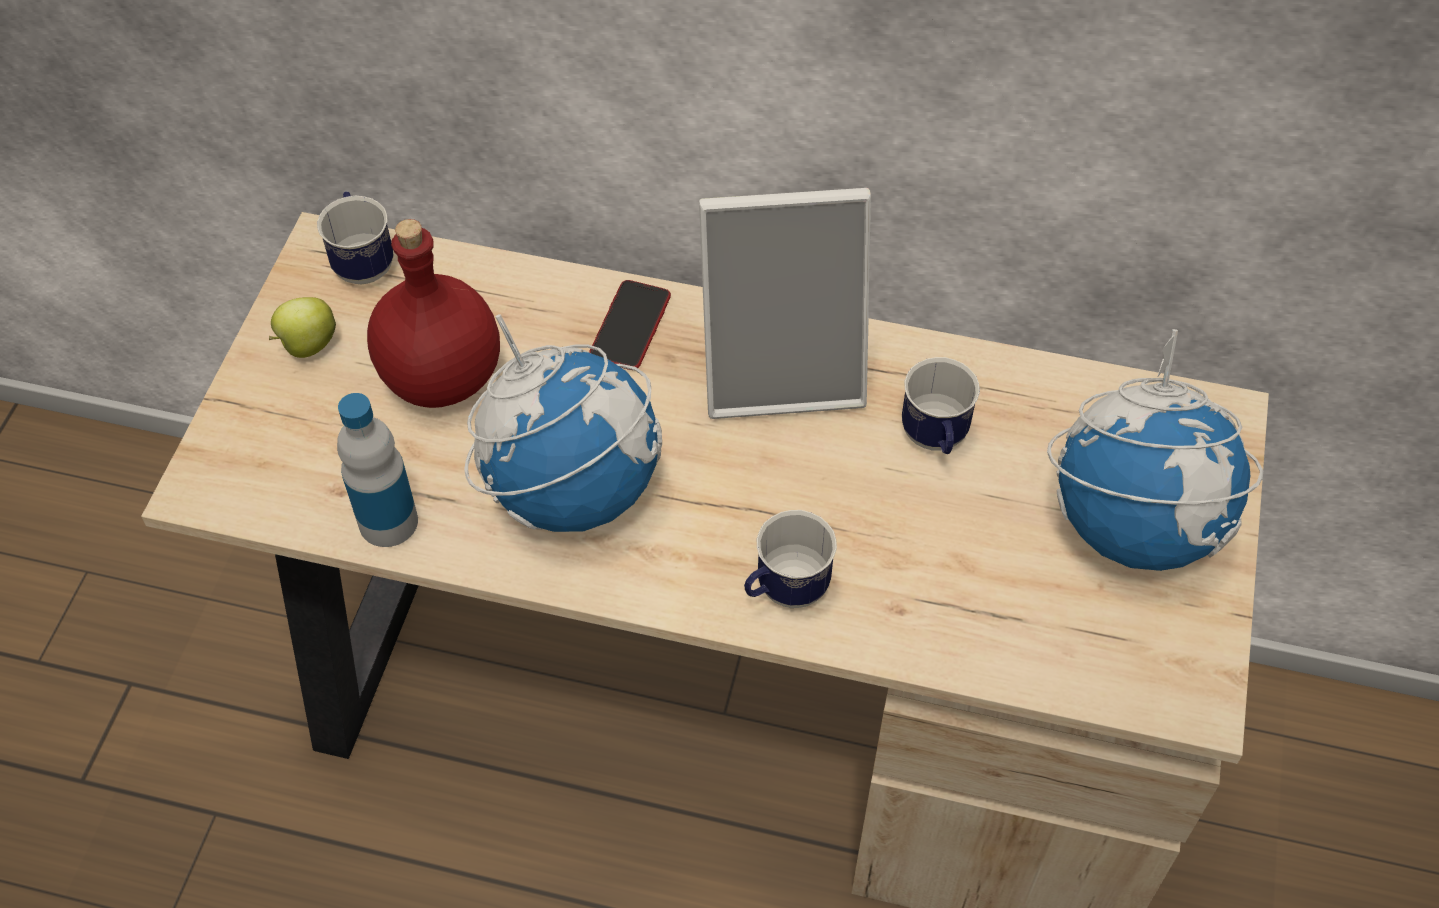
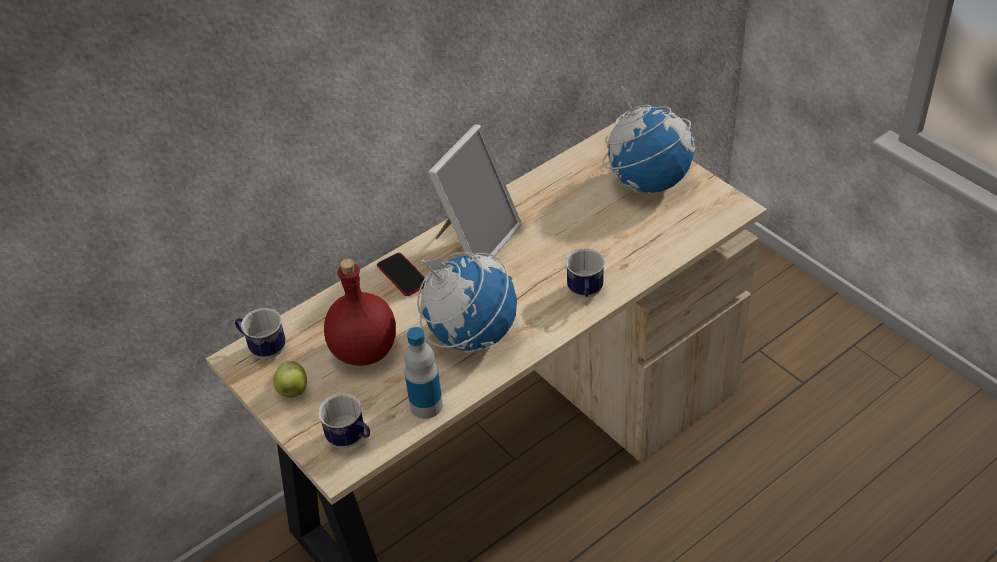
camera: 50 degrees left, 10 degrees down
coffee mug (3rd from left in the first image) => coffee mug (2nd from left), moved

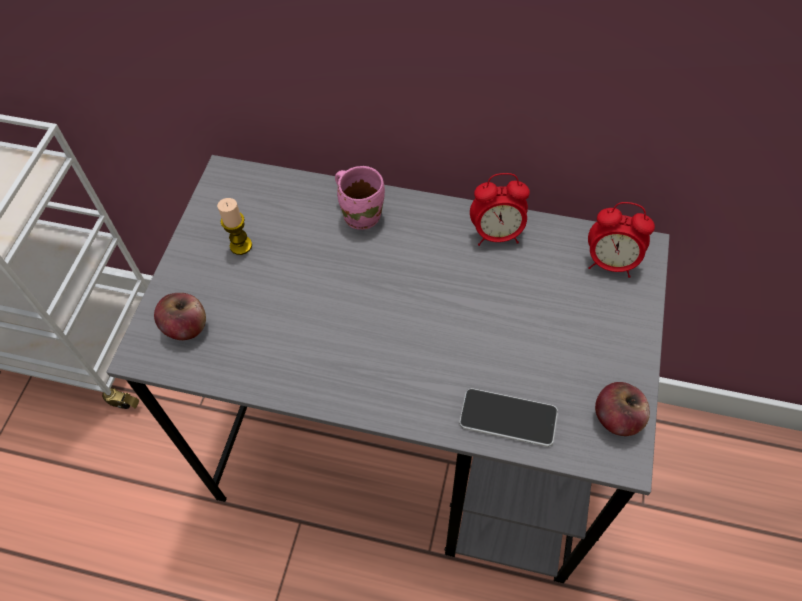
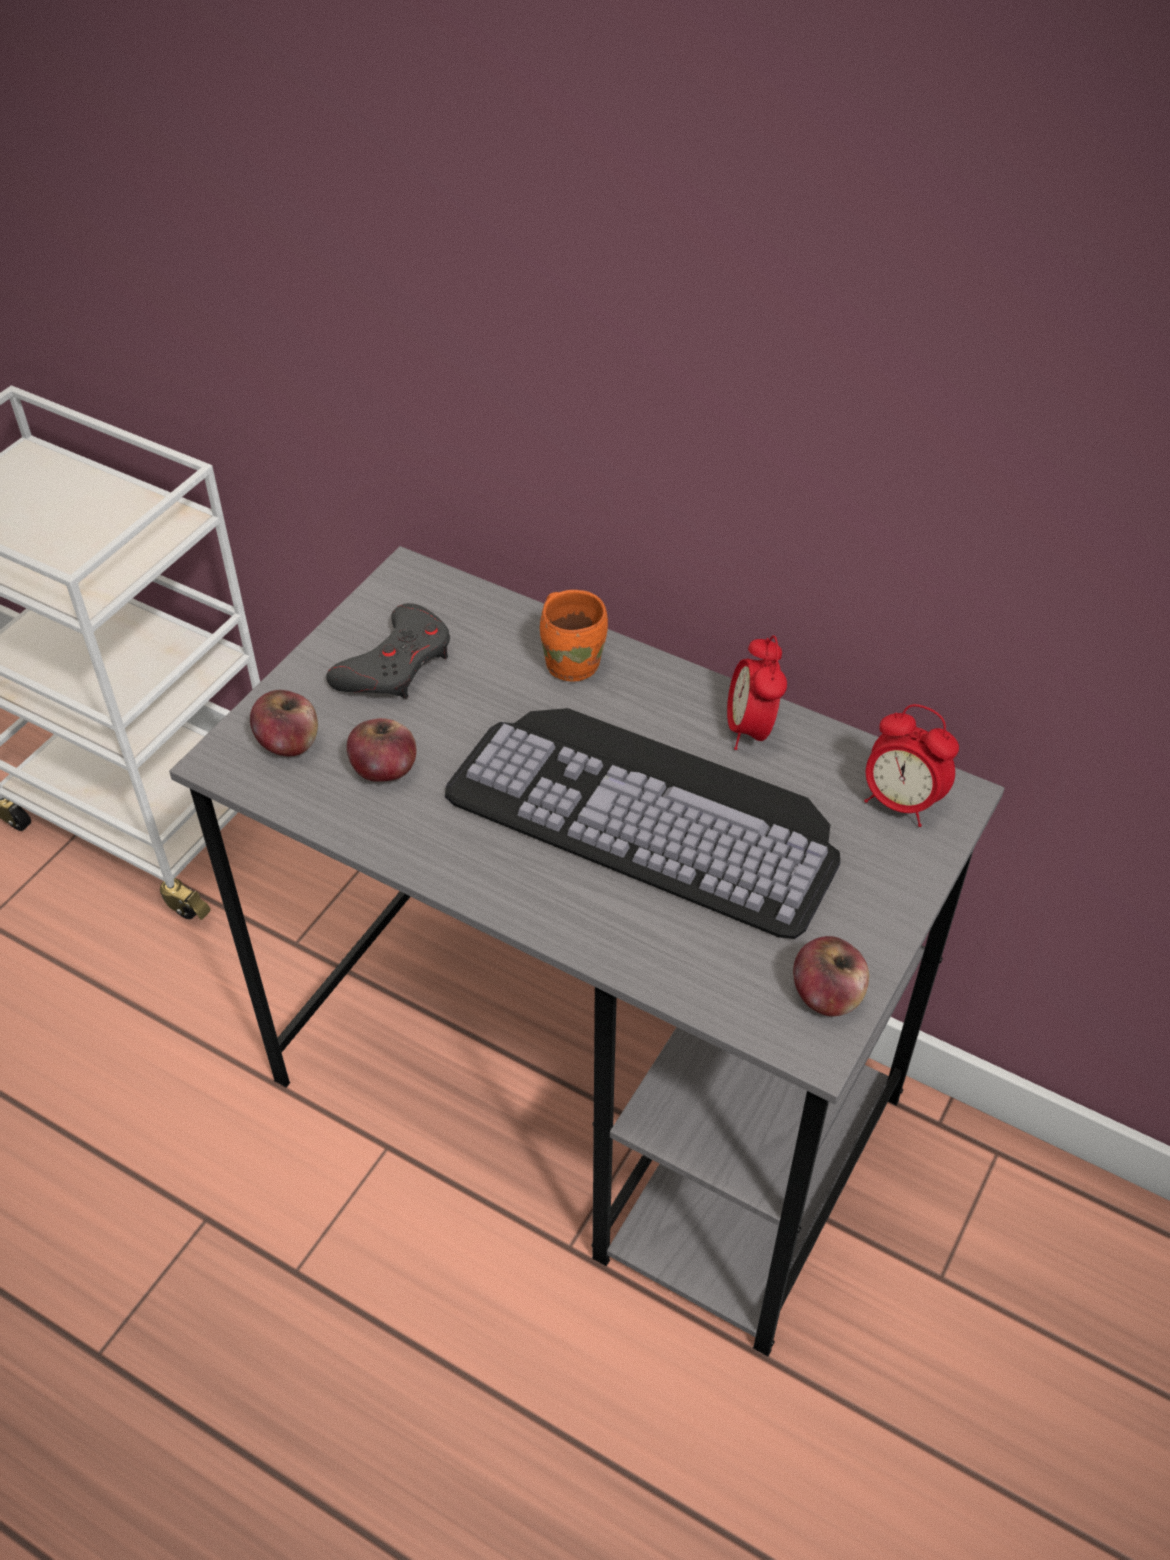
camera: 15 degrees right, 10 degrees down
wax candle => greyish gamepad
nothing => apple (2nd from left)
nothing => PC keyboard
pink-coloured coffee mug => orangey coffee mug
alarm clock (1st from left), 75 degrees clockwise
phone => nothing

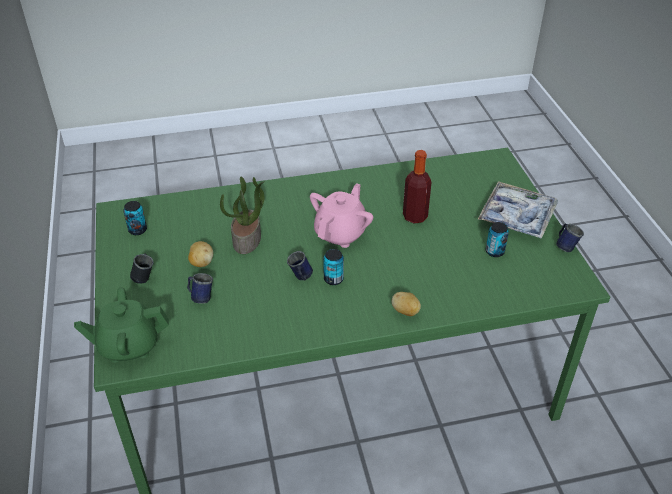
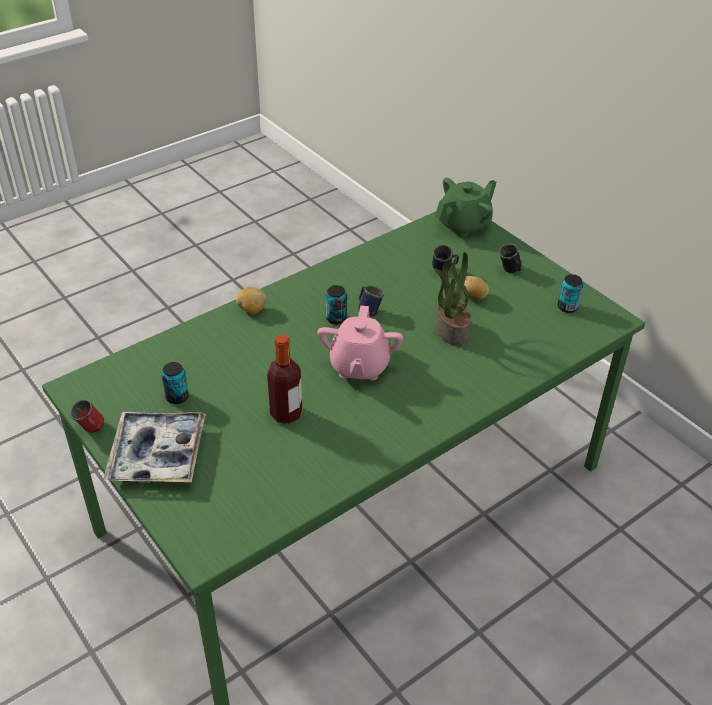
camera: 155 degrees right, 0 degrees up
blue coffee mug (3rd from left) => red-coloured coffee mug

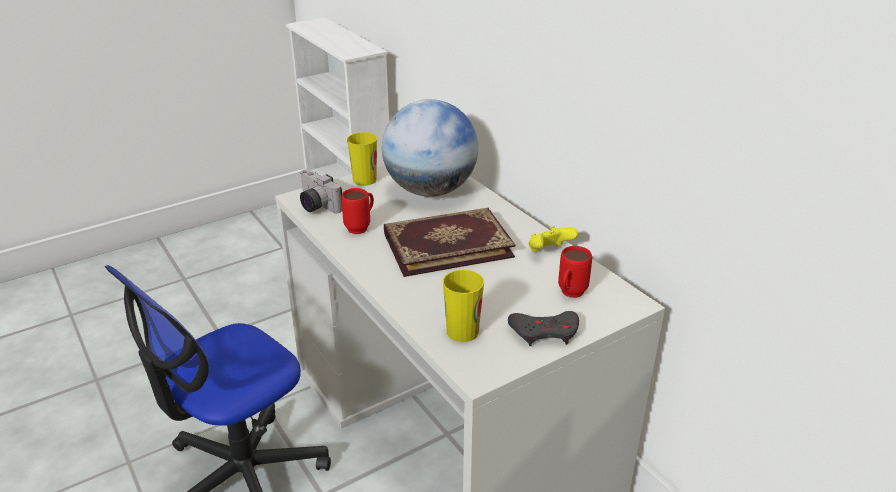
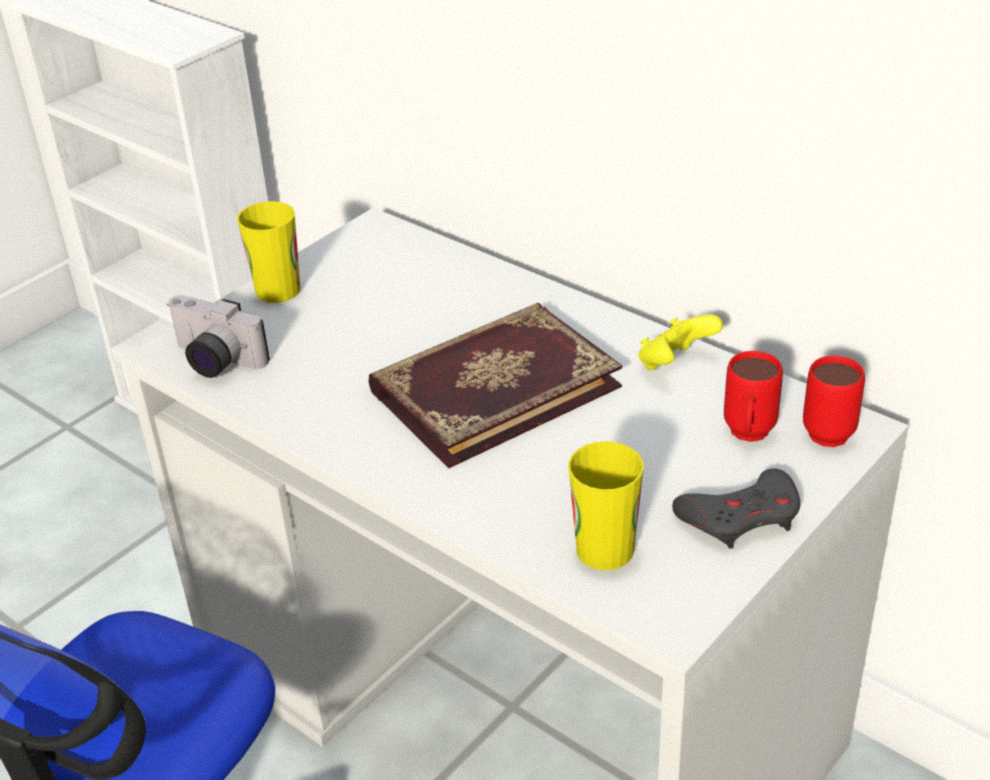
camera: 15 degrees left, 5 degrees up
red-coloured coffee mug (1st from left in the first image) => red-coloured coffee mug (2nd from left), moved
world globe => nothing

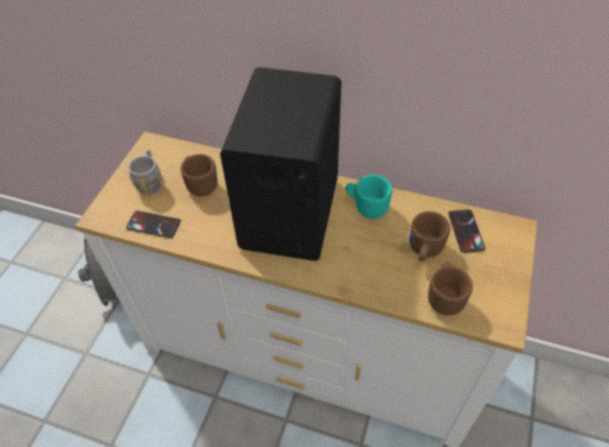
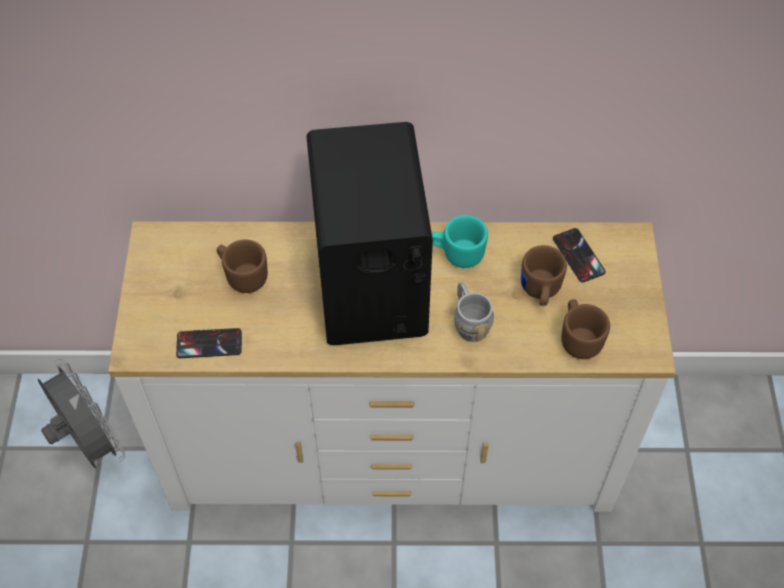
camera: 20 degrees left, 5 degrees up
greyish coffee mug, moved

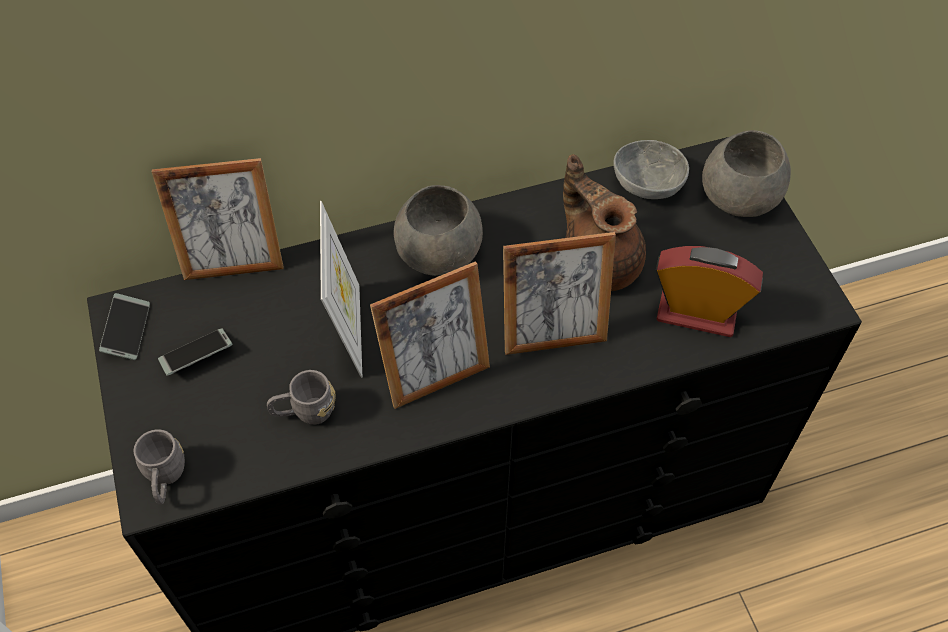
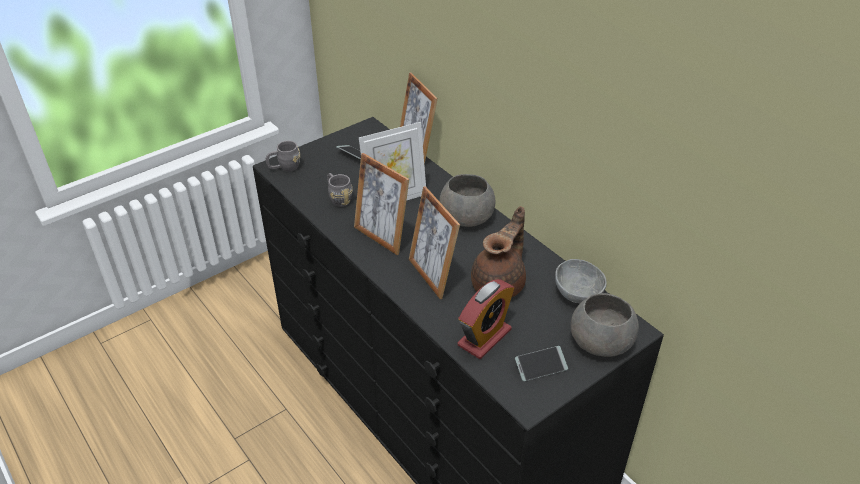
camera: 70 degrees right, 15 degrees down
alarm clock, 45 degrees clockwise
phone (1st from left in the first image) => phone (2nd from left), moved

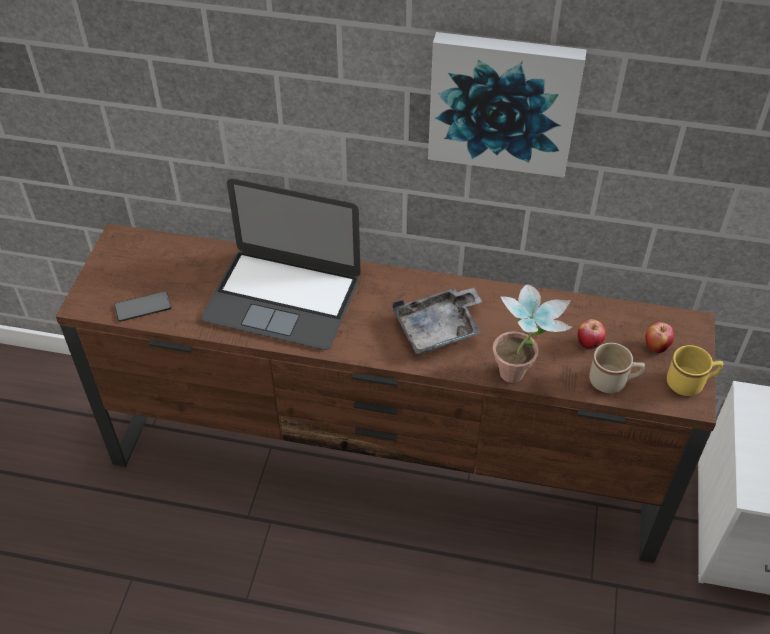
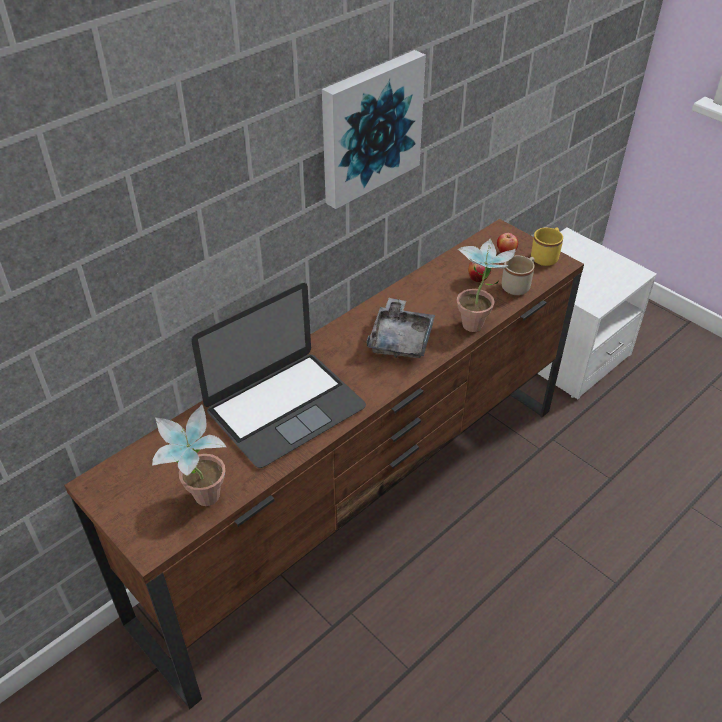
camera: 55 degrees left, 5 degrees down
phone => houseplant (1st from left)

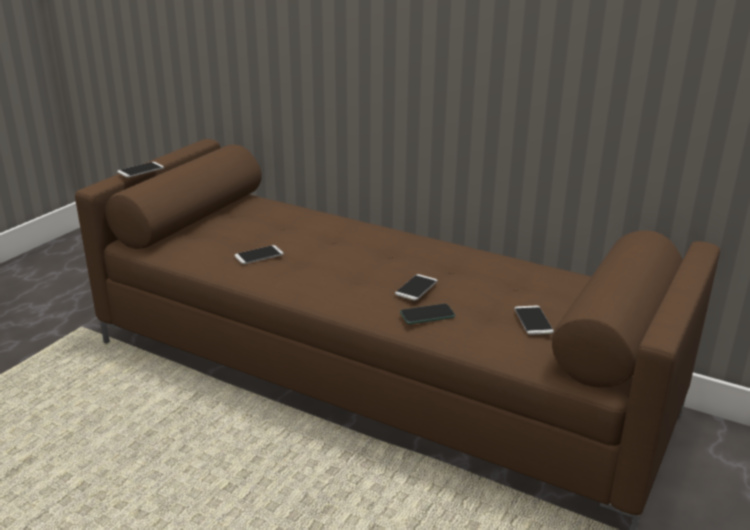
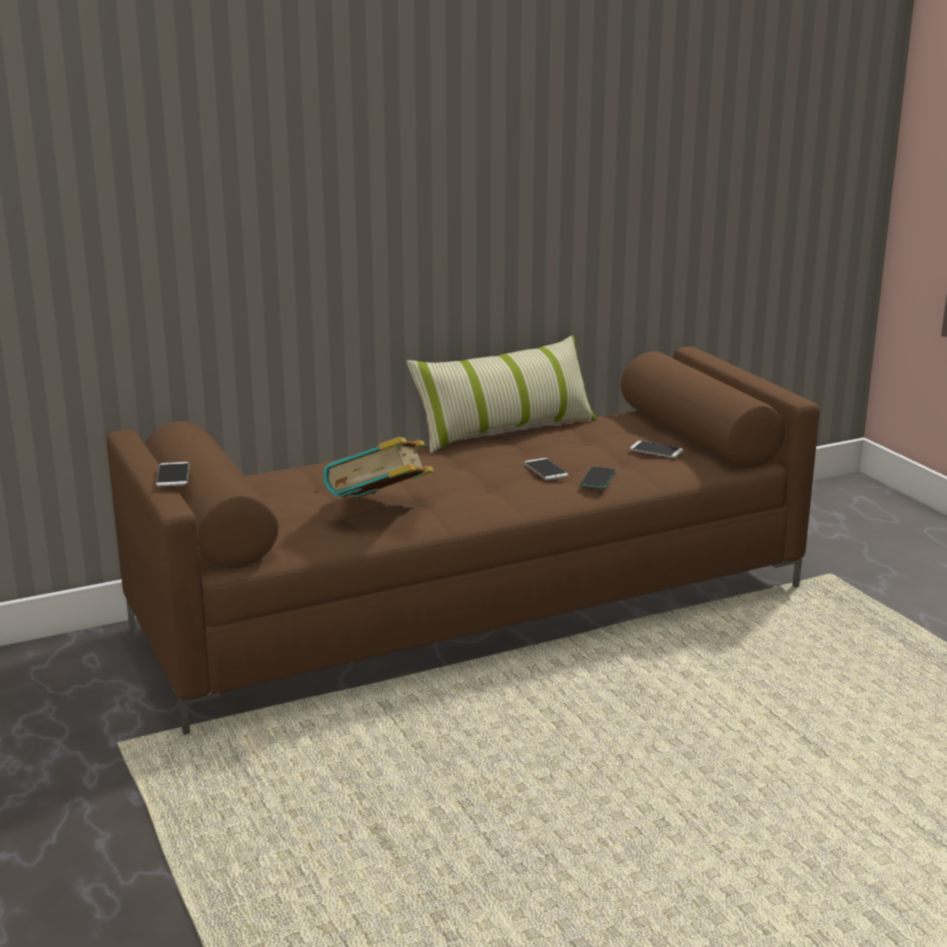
camera: 55 degrees left, 5 degrees down
phone (2nd from left) => bound book
nothing => pillow

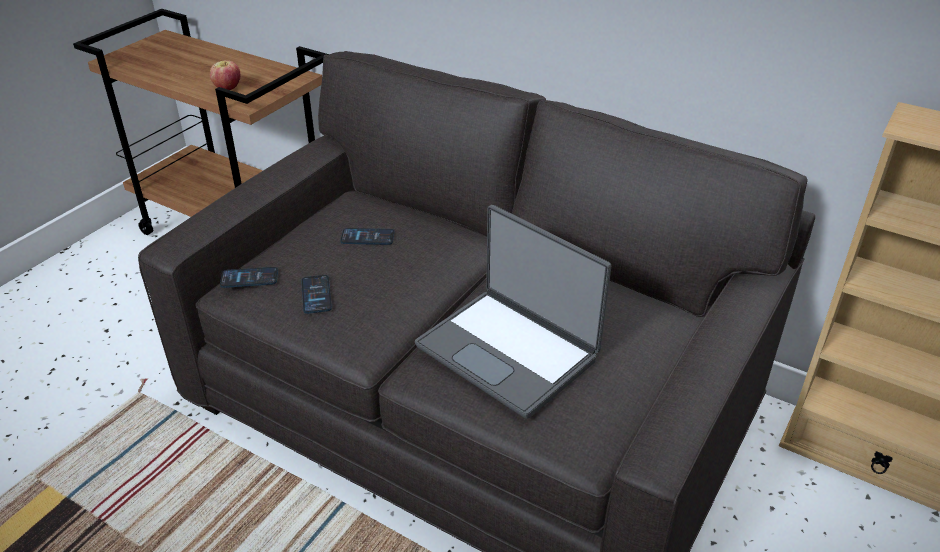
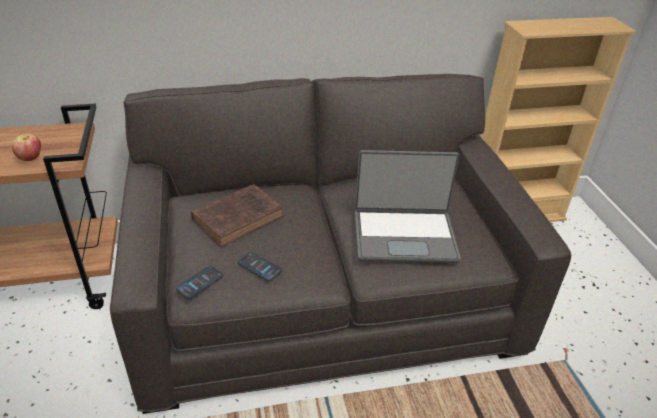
camera: 45 degrees left, 0 degrees up
phone (3rd from left) => brown-coloured bound book

